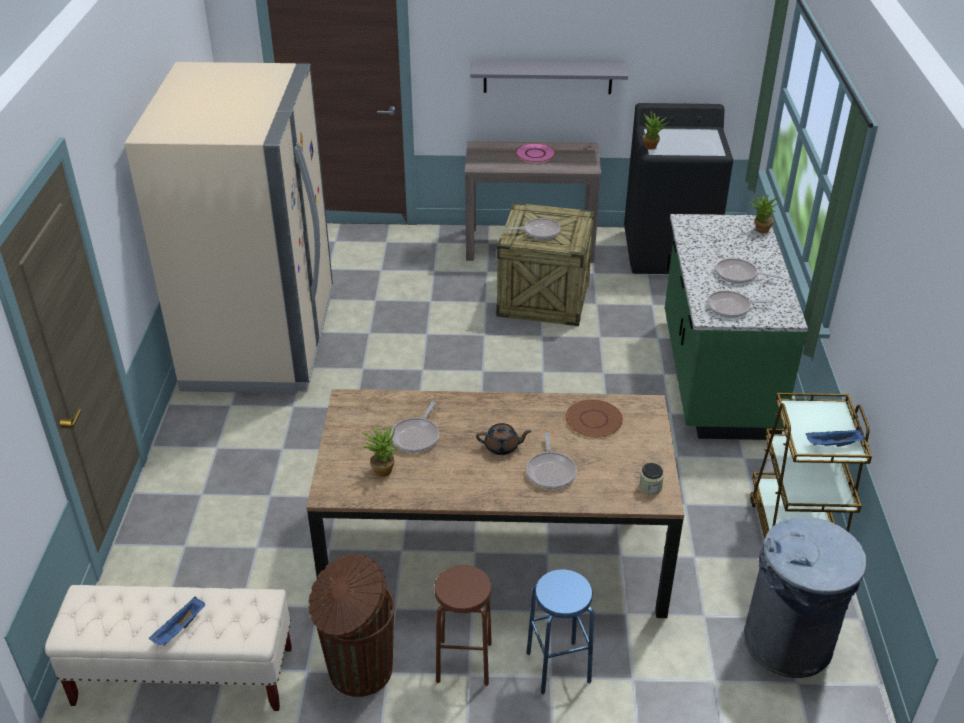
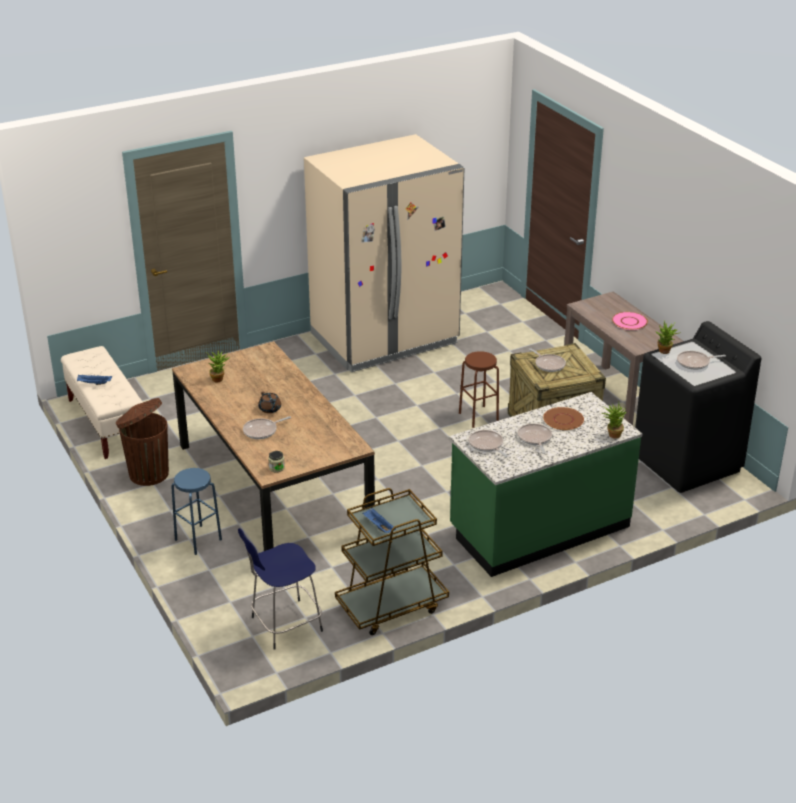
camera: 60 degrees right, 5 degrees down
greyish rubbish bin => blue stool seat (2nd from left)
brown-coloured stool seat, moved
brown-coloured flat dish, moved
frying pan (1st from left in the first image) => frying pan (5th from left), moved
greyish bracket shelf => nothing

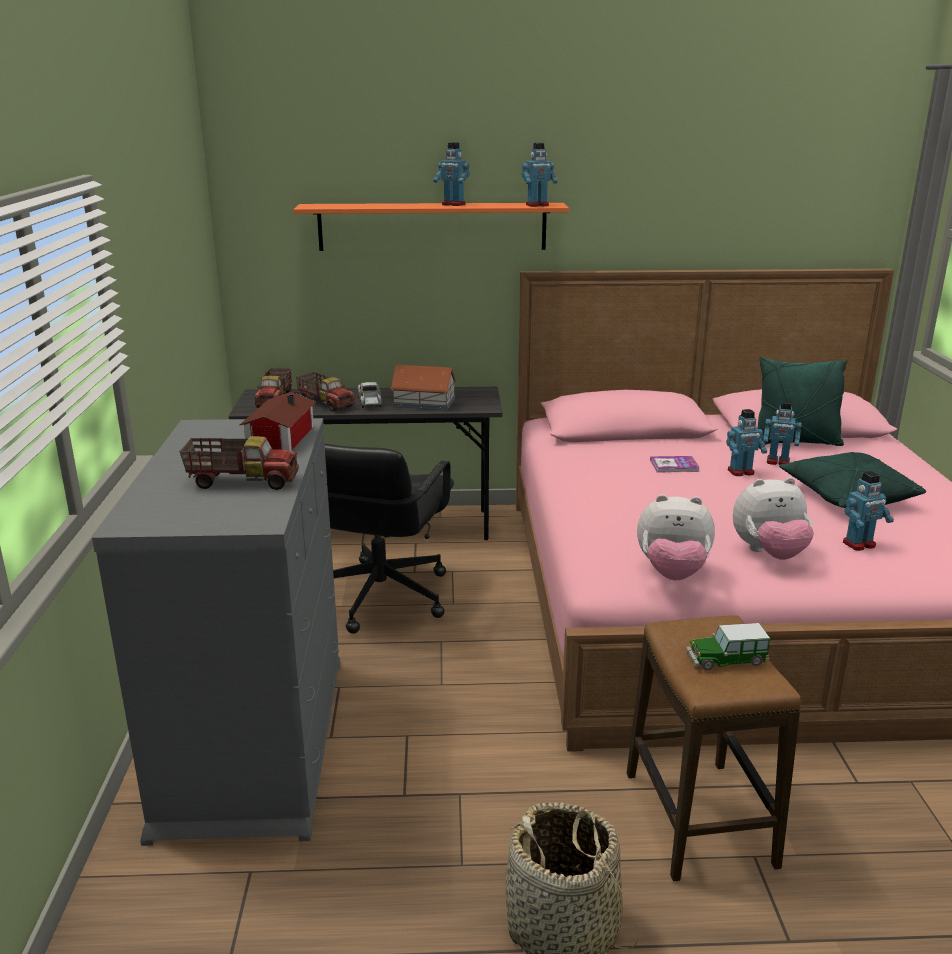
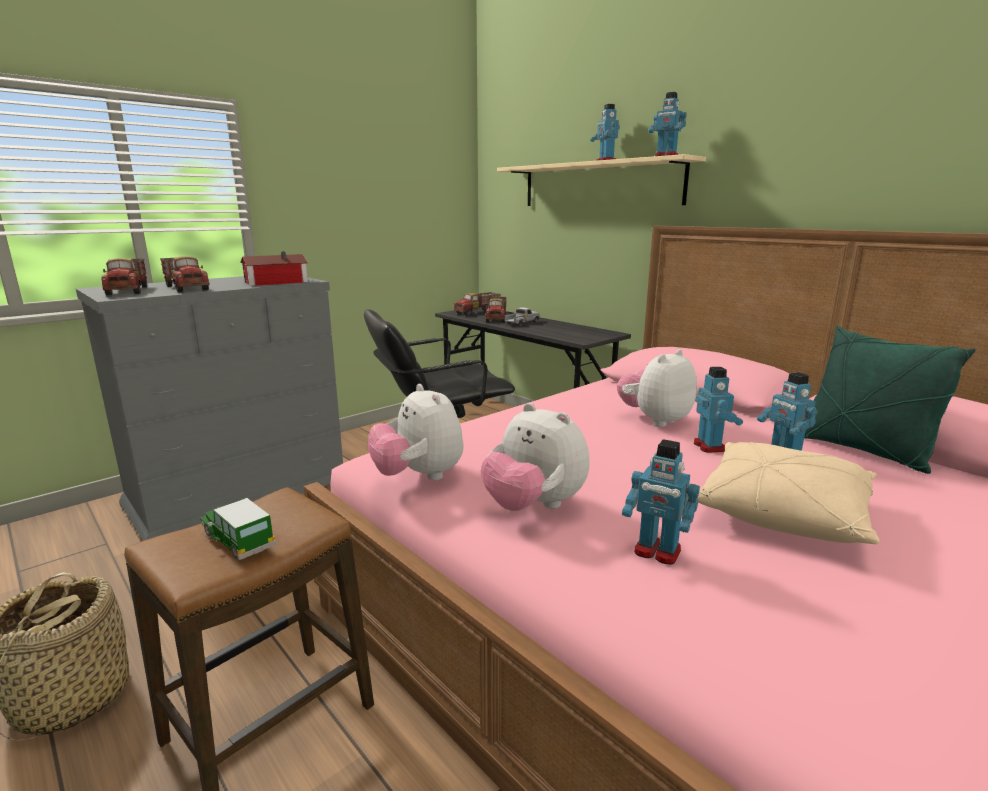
camera: 50 degrees right, 5 degrees down
nothing => toy lorry (1st from left)
orangey bracket shelf => beige-coloured bracket shelf
bound book => cuddly toy (3rd from left)
robot figure (3rd from left in the first image) => robot figure (4th from left), 135 degrees counterclockwise
greenish pillow (2nd from left) => beige-coloured pillow
model house (2nd from left) => nothing

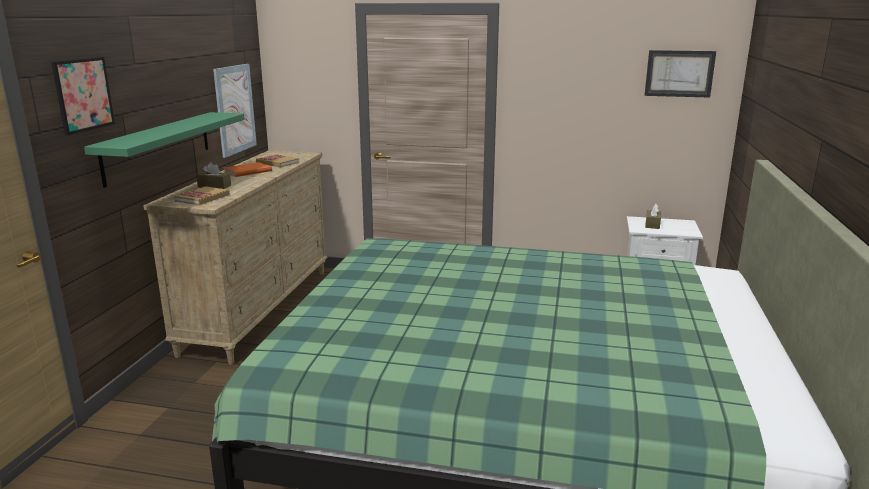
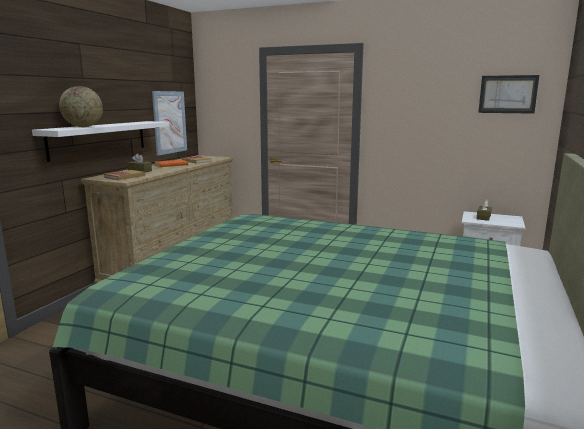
camera: 10 degrees right, 5 degrees down
greenish bracket shelf => whitish bracket shelf
nothing => world globe
wall art (1st from left) => nothing

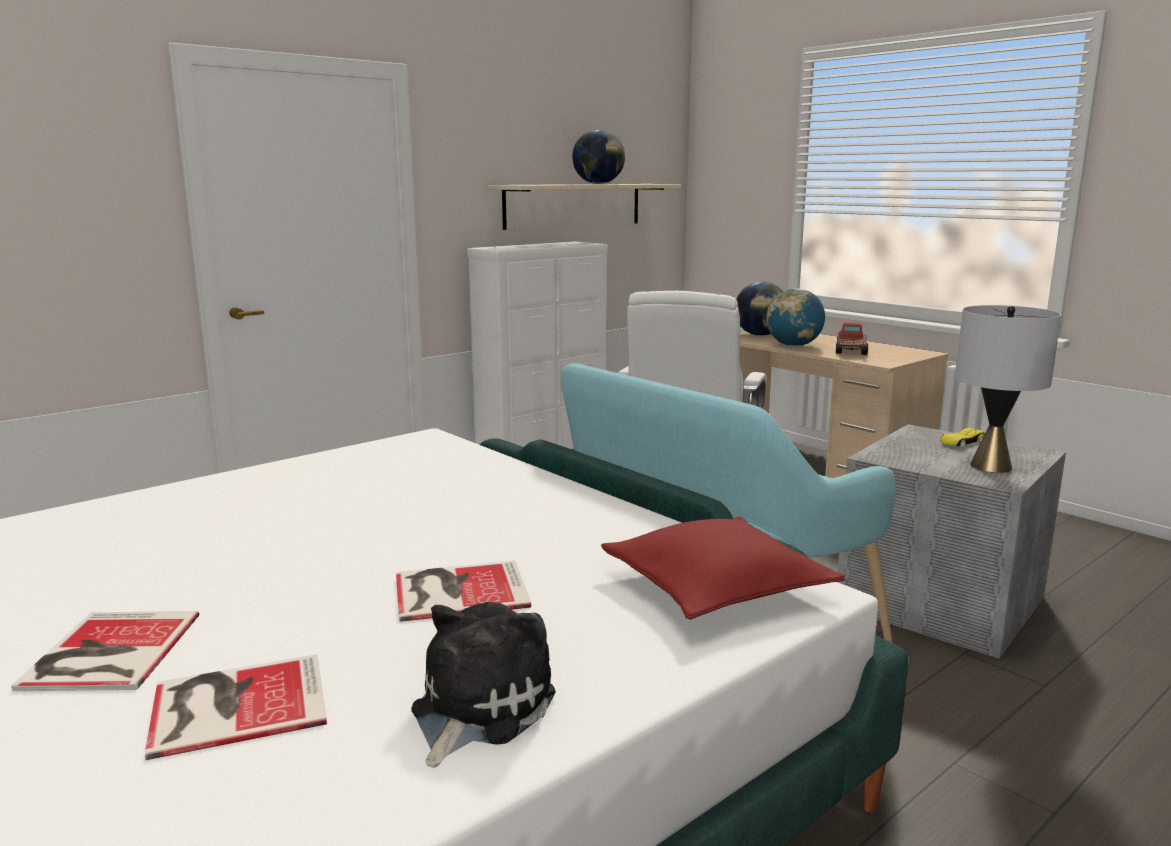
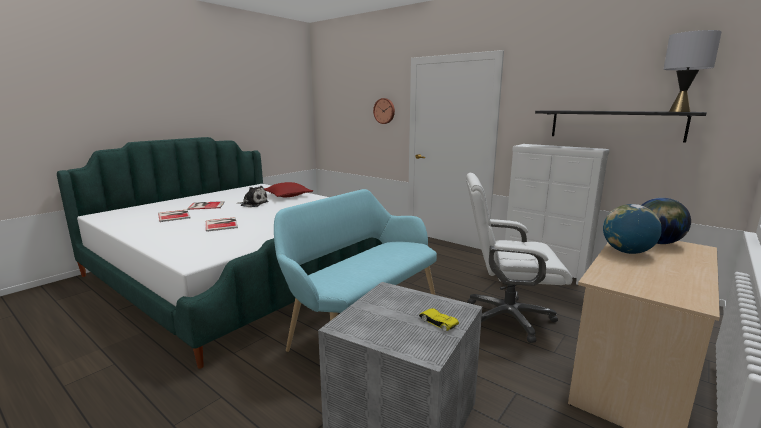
camera: 80 degrees right, 0 degrees up
cuddly toy, moved
red-coloured pillow, moved
nothing => clock on the wall
beige-coloured bracket shelf => black-coloured bracket shelf
greyish table lamp, moved
world globe (1st from left) => nothing
toy lorry => nothing

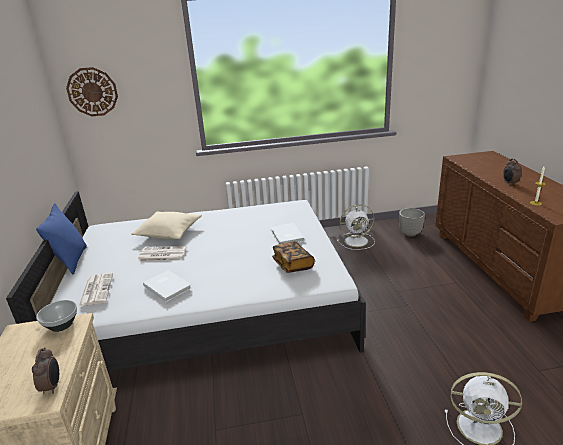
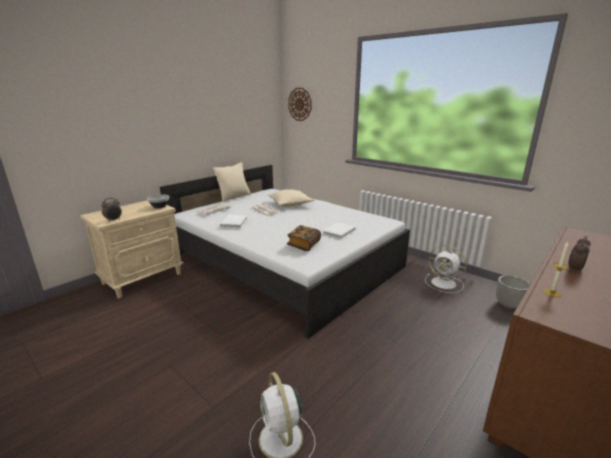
camera: 50 degrees right, 5 degrees down
blue pillow => beige-coloured pillow (1st from left)

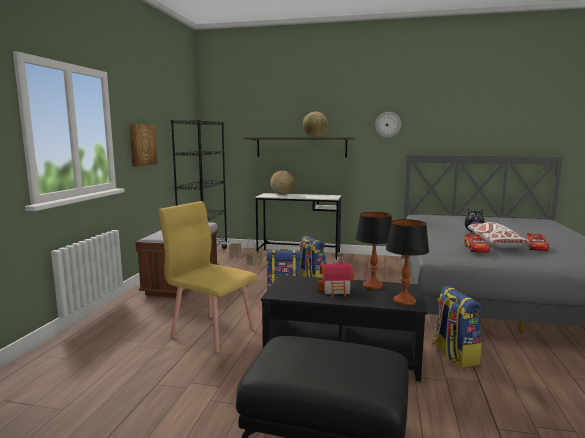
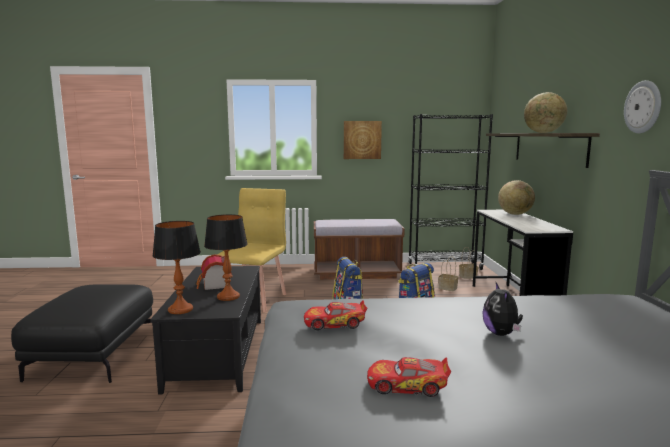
camera: 75 degrees right, 0 degrees up
backpack (3rd from left) => nothing
whitish pillow => nothing

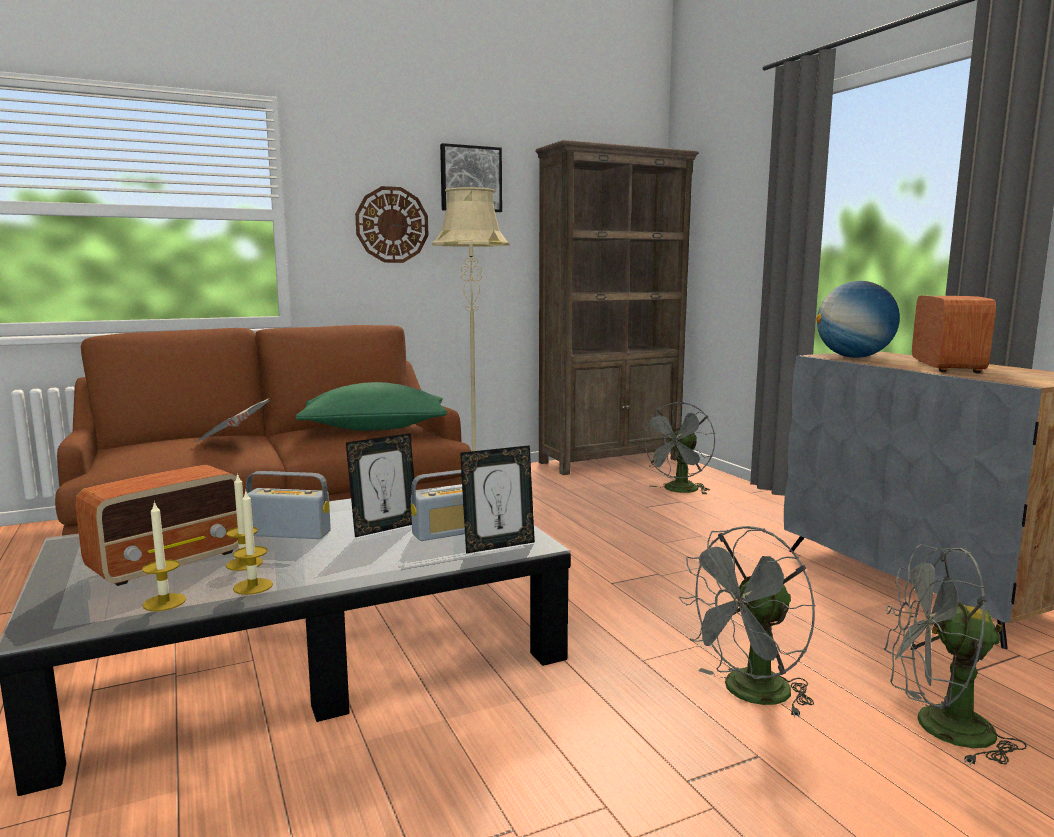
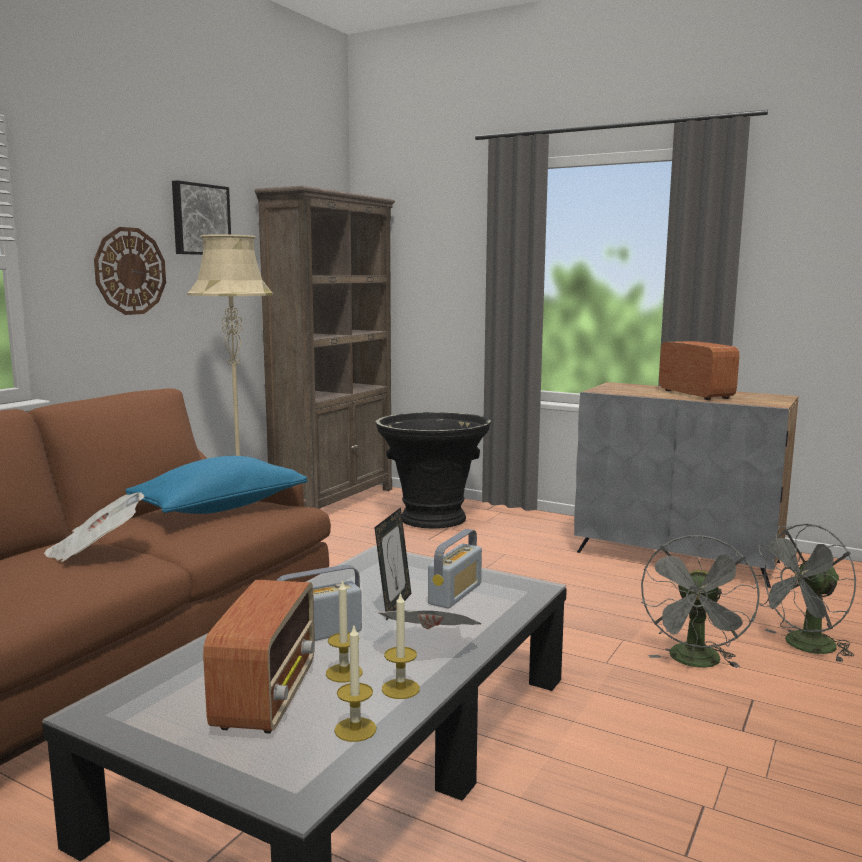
camera: 35 degrees left, 0 degrees up
greenish pillow => blue pillow
greyish electric fan (1st from left) => black-coloured flower pot
nothing => newspaper (2nd from left)
picture frame (2nd from left) => nothing
world globe => nothing

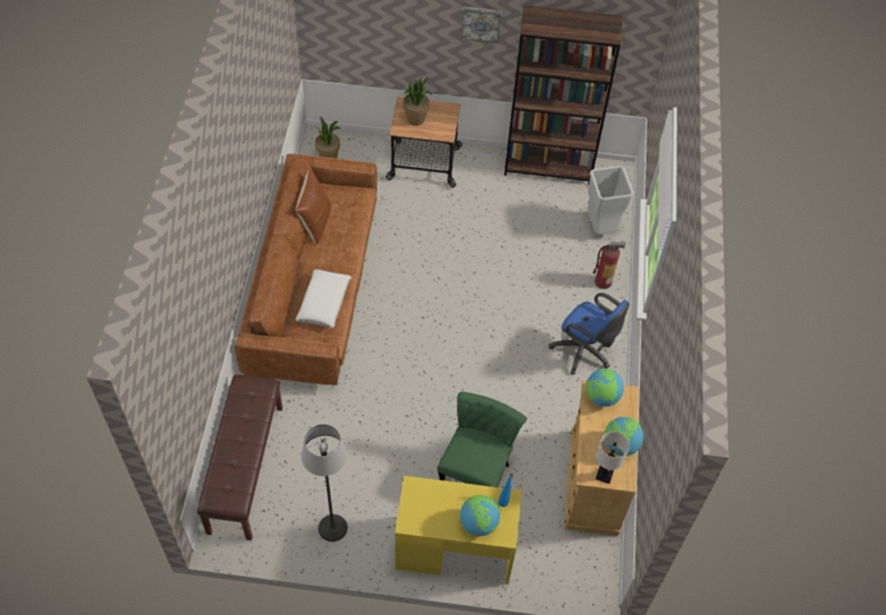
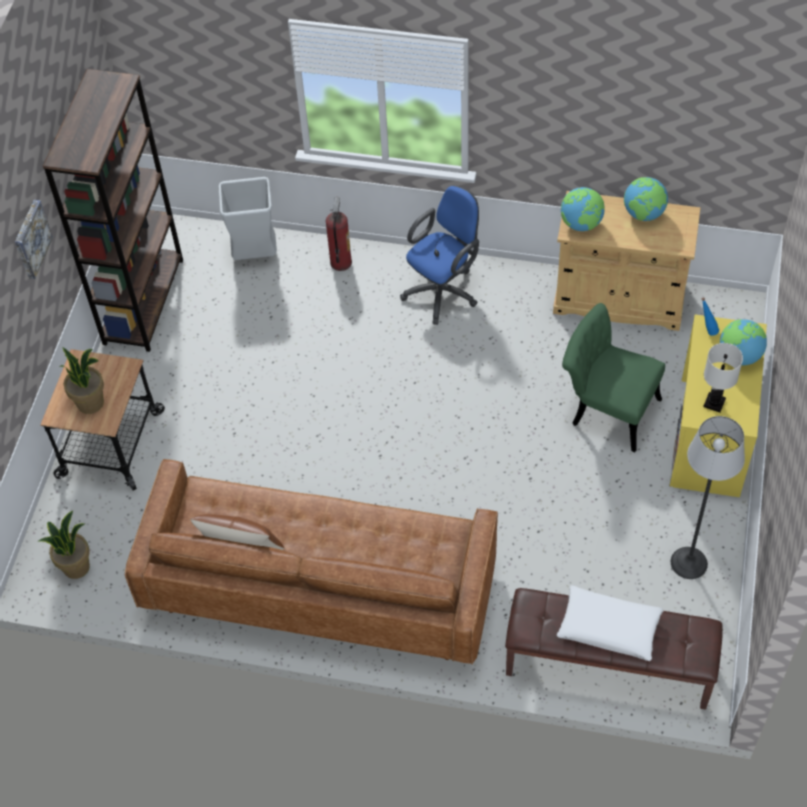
camera: 80 degrees left, 0 degrees up
whitish pillow, moved
whitish table lamp, moved

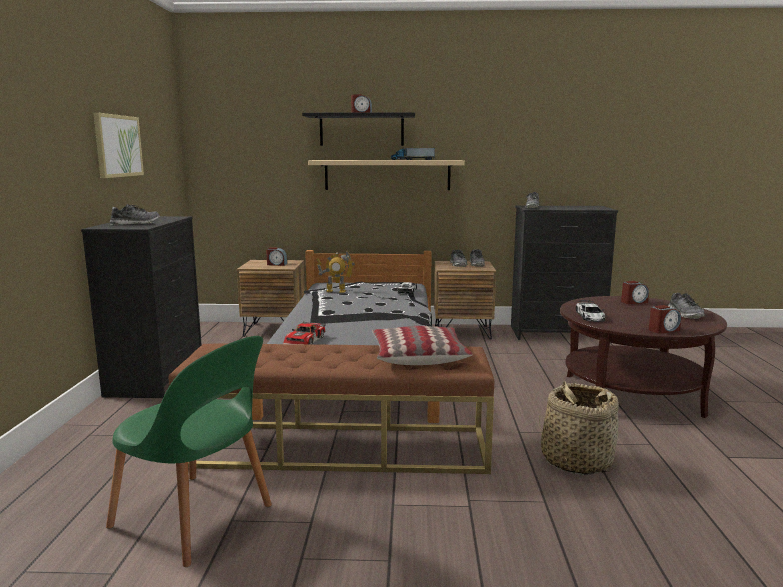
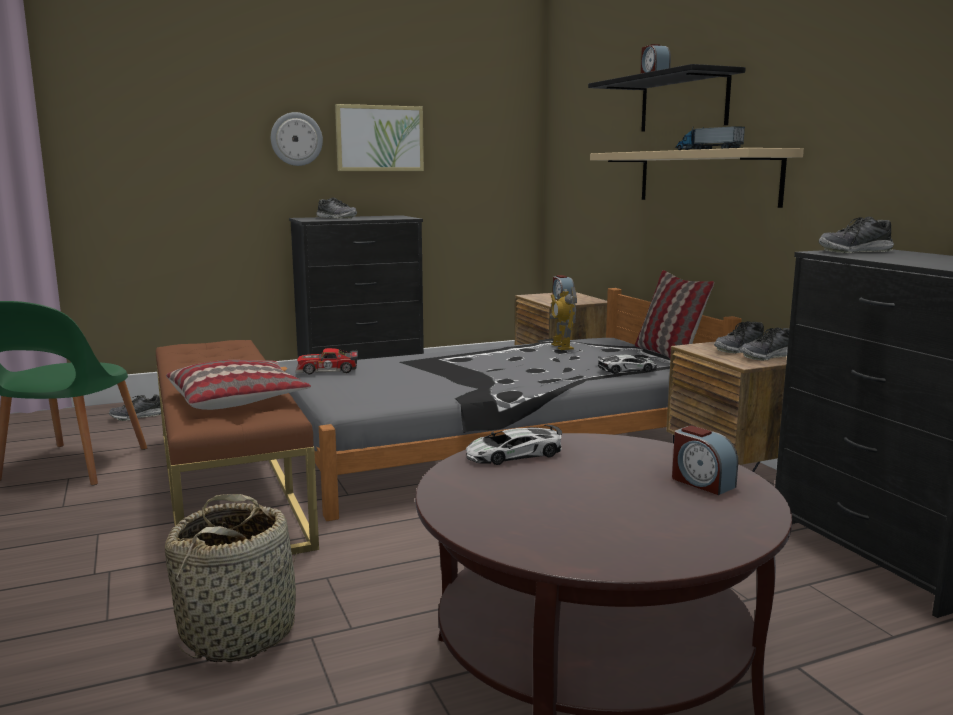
camera: 65 degrees right, 0 degrees up
item of footwear (5th from left in the first image) => item of footwear (1st from left), moved
nothing => clock on the wall
nothing => pillow (2nd from left)
alarm clock (4th from left) => nothing

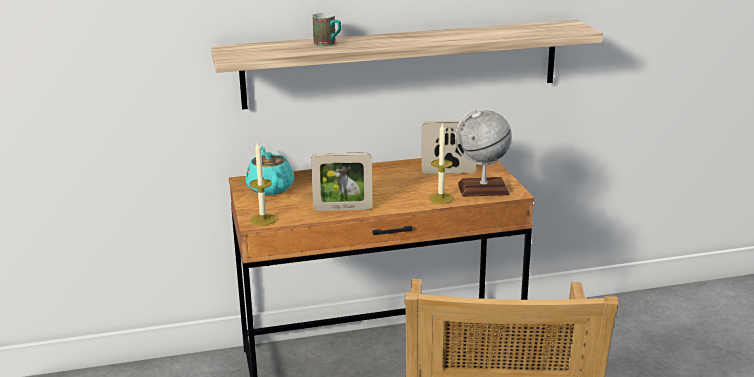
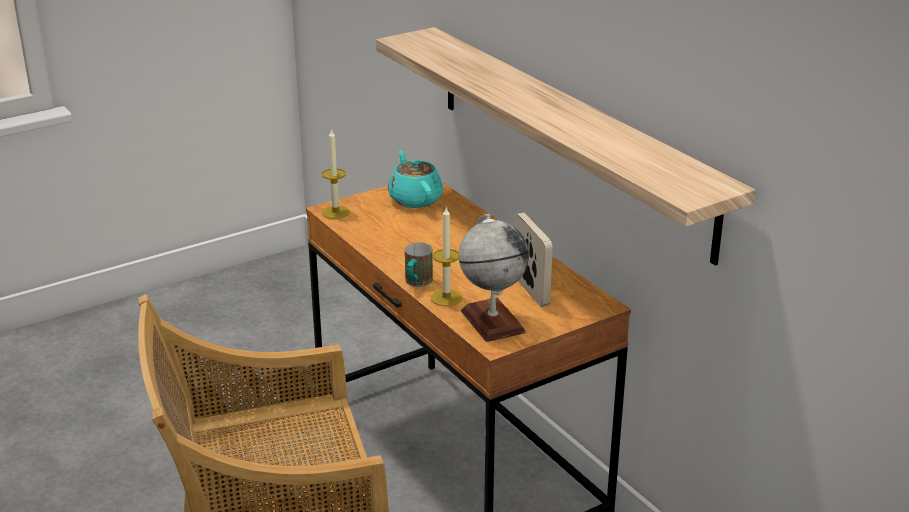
camera: 70 degrees right, 5 degrees up
turquoise tea pot, 75 degrees counterclockwise
coffee mug, moved
picture frame (1st from left) => nothing

